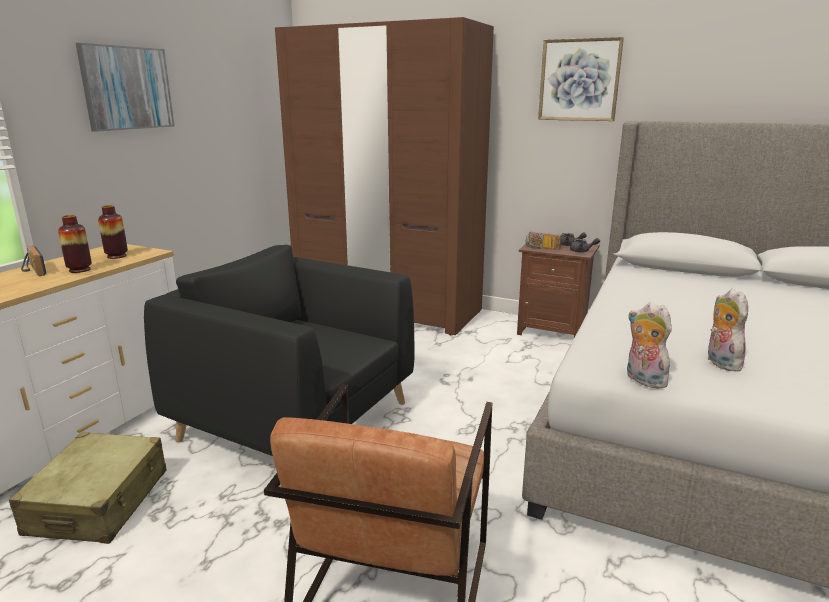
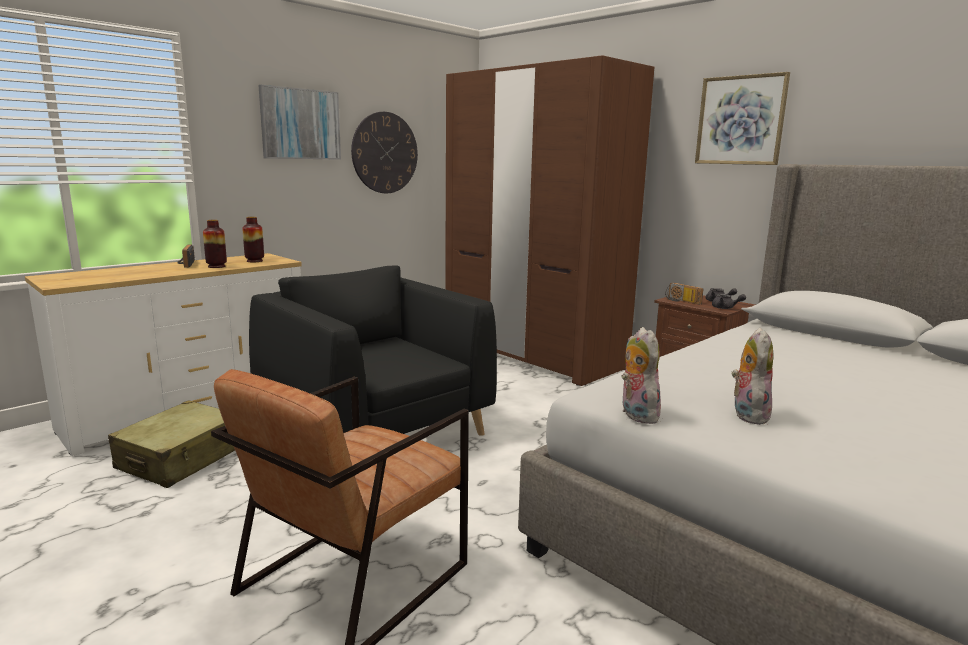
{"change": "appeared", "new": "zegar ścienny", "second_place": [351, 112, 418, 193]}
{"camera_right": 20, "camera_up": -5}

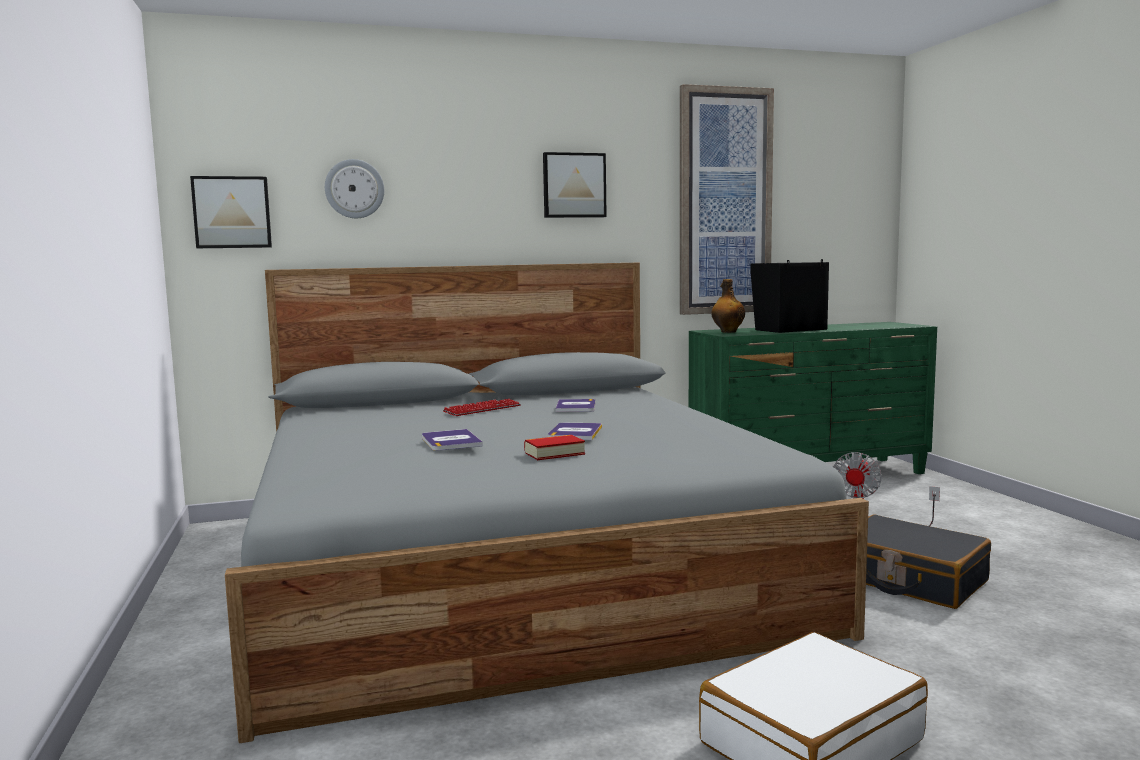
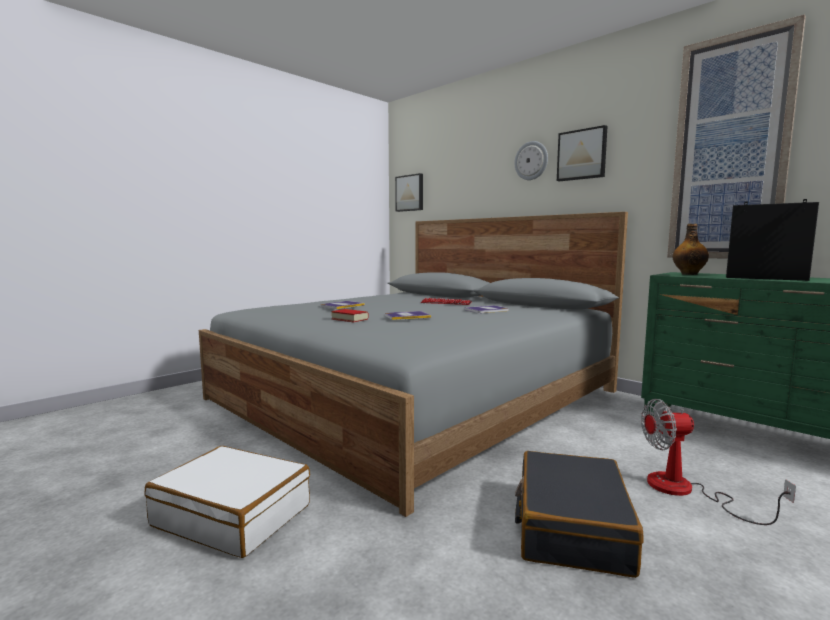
{"change": "relocated", "old": "zegar ścienny", "first_place": [325, 159, 384, 218], "second_place": [514, 141, 548, 180]}
{"camera_right": 60, "camera_up": 0}

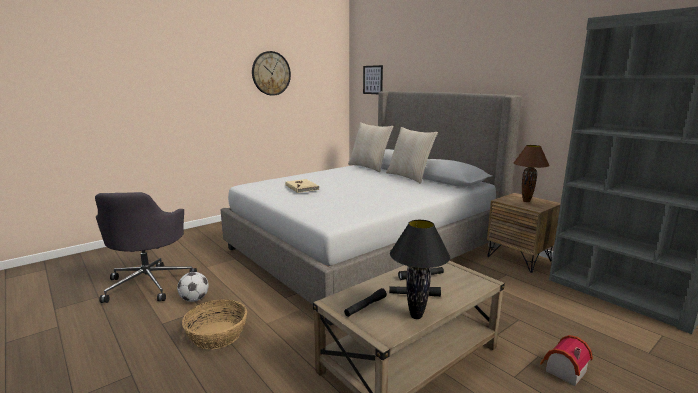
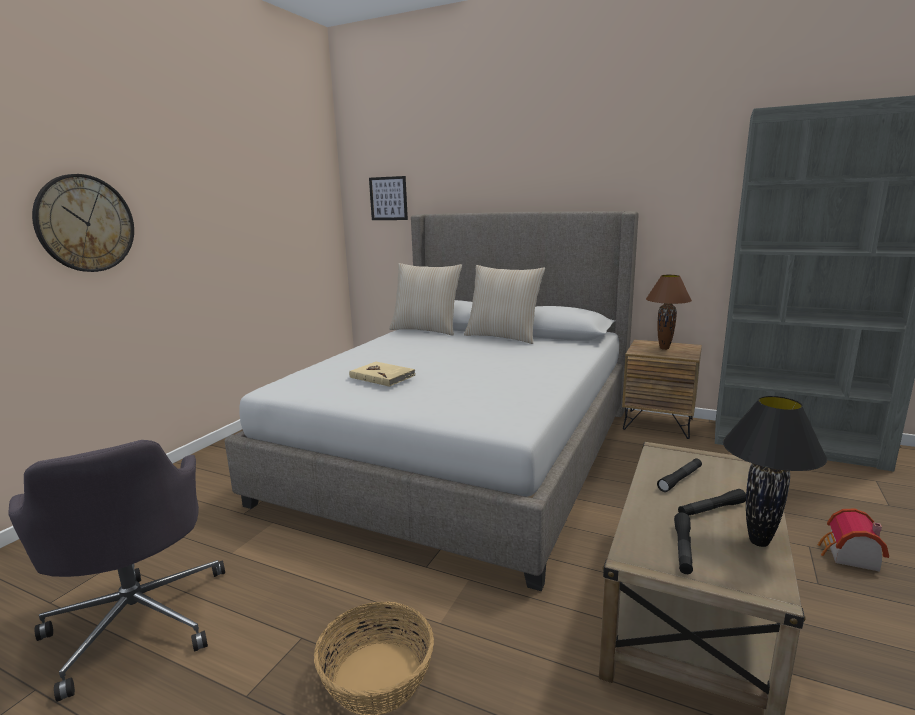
{"change": "missing", "old": "piłka futbolowa", "first_place": [177, 272, 209, 302]}
{"change": "relocated", "old": "zegar ścienny", "first_place": [252, 51, 291, 96], "second_place": [32, 174, 134, 272]}
{"camera_right": -25, "camera_up": 0}

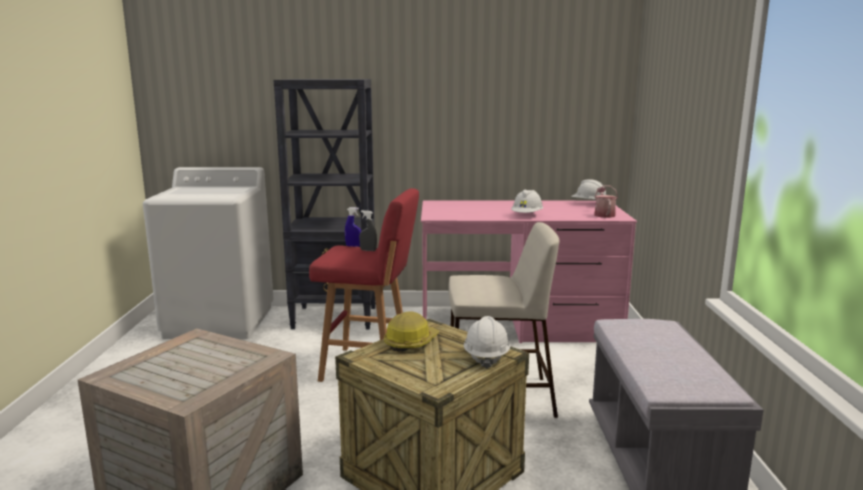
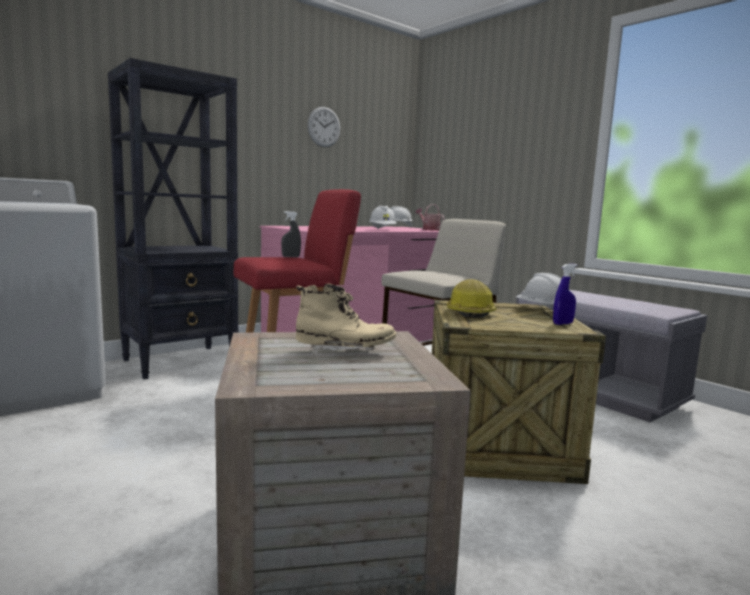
{"change": "relocated", "old": "spryskiwacz/niebieski", "first_place": [345, 207, 361, 247], "second_place": [553, 264, 577, 325]}
{"change": "appeared", "new": "but z cholewką/beżowy", "second_place": [296, 283, 396, 356]}
{"change": "appeared", "new": "zegar ścienny", "second_place": [307, 107, 340, 147]}
{"camera_right": -40, "camera_up": -5}

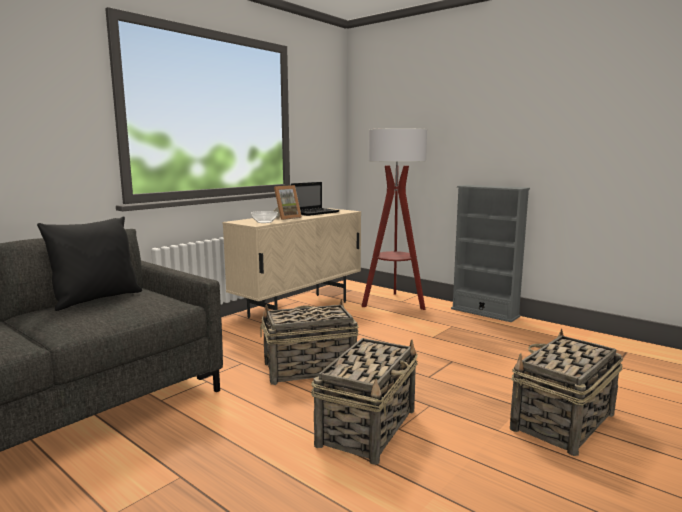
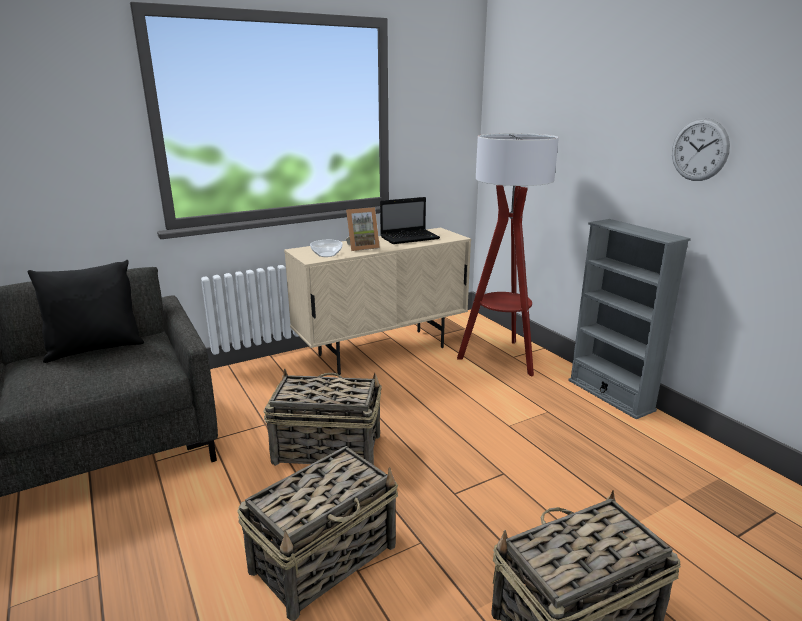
{"change": "appeared", "new": "zegar ścienny", "second_place": [672, 118, 730, 181]}
{"camera_right": 20, "camera_up": 10}

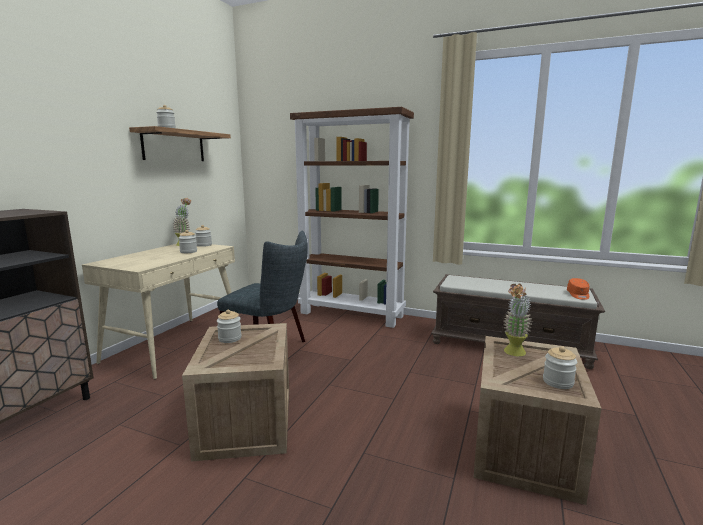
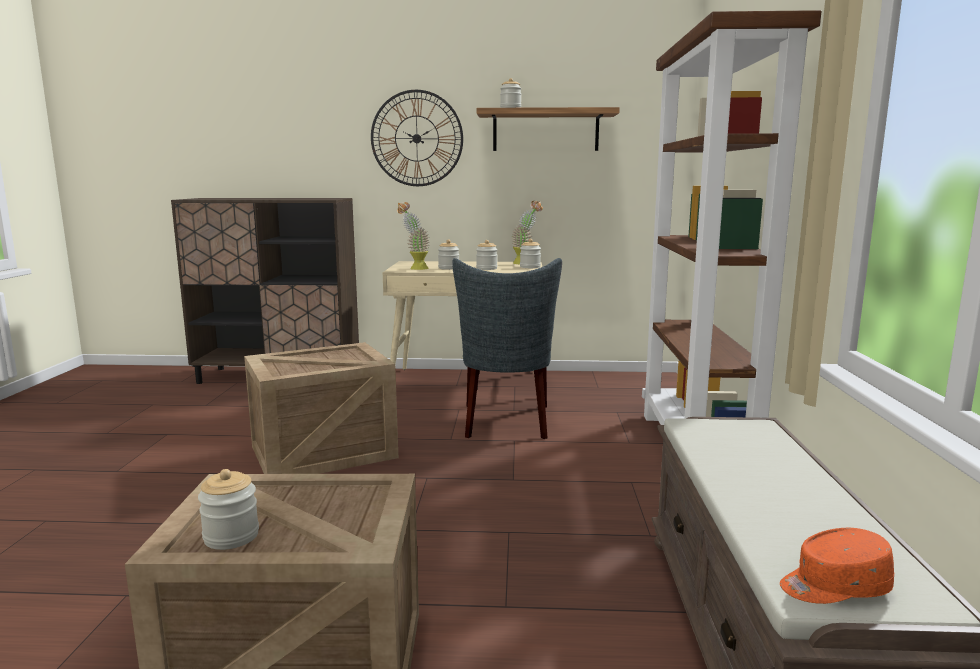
{"change": "relocated", "old": "słoik", "first_place": [217, 310, 242, 343], "second_place": [438, 240, 459, 270]}
{"change": "relocated", "old": "roślina doniczkowa", "first_place": [504, 283, 532, 356], "second_place": [397, 202, 429, 270]}
{"change": "appeared", "new": "zegar ścienny", "second_place": [371, 90, 463, 186]}
{"camera_right": 70, "camera_up": 0}

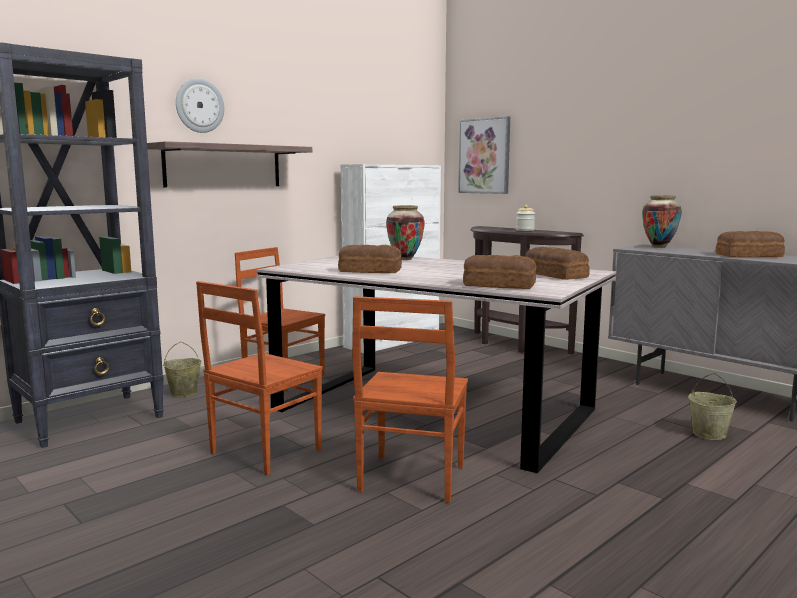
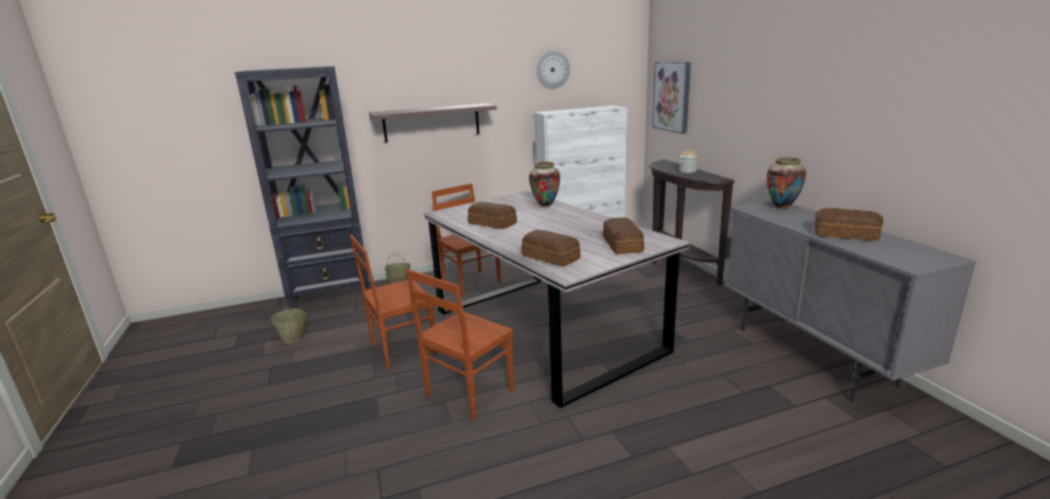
{"change": "relocated", "old": "zegar ścienny", "first_place": [176, 78, 224, 133], "second_place": [536, 51, 570, 89]}
{"change": "relocated", "old": "wiadro/beżowy", "first_place": [688, 373, 737, 440], "second_place": [271, 299, 306, 344]}
{"camera_right": 25, "camera_up": 10}

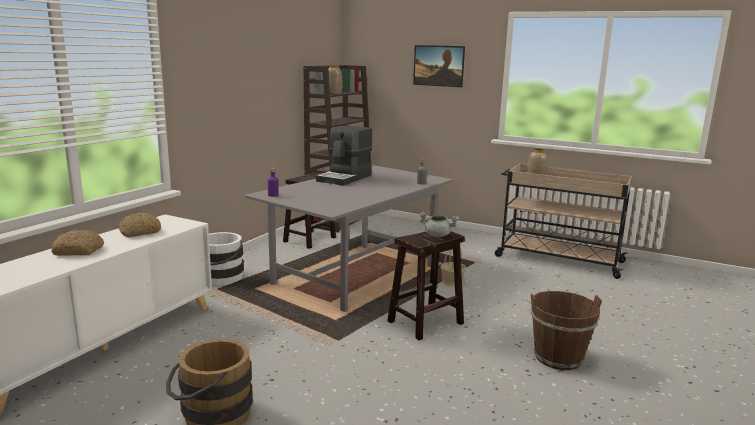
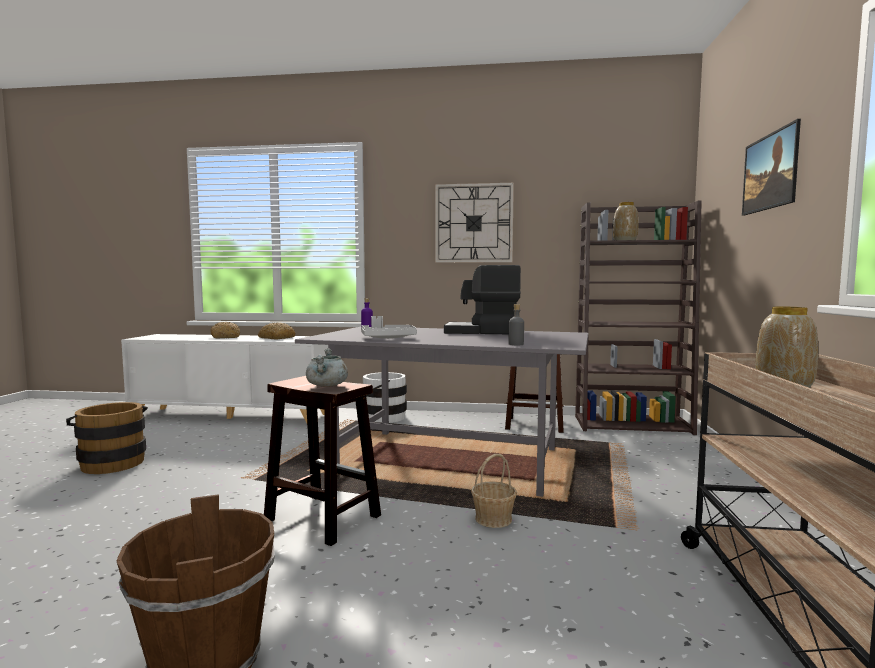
{"change": "appeared", "new": "taca/szary", "second_place": [361, 316, 417, 339]}
{"change": "appeared", "new": "zegar ścienny", "second_place": [435, 183, 514, 263]}
{"camera_right": 70, "camera_up": -10}

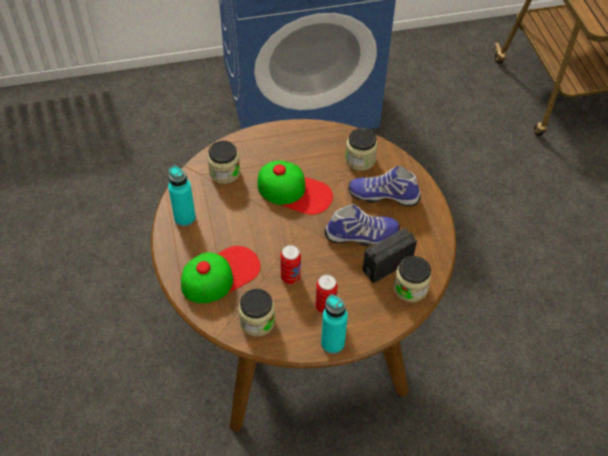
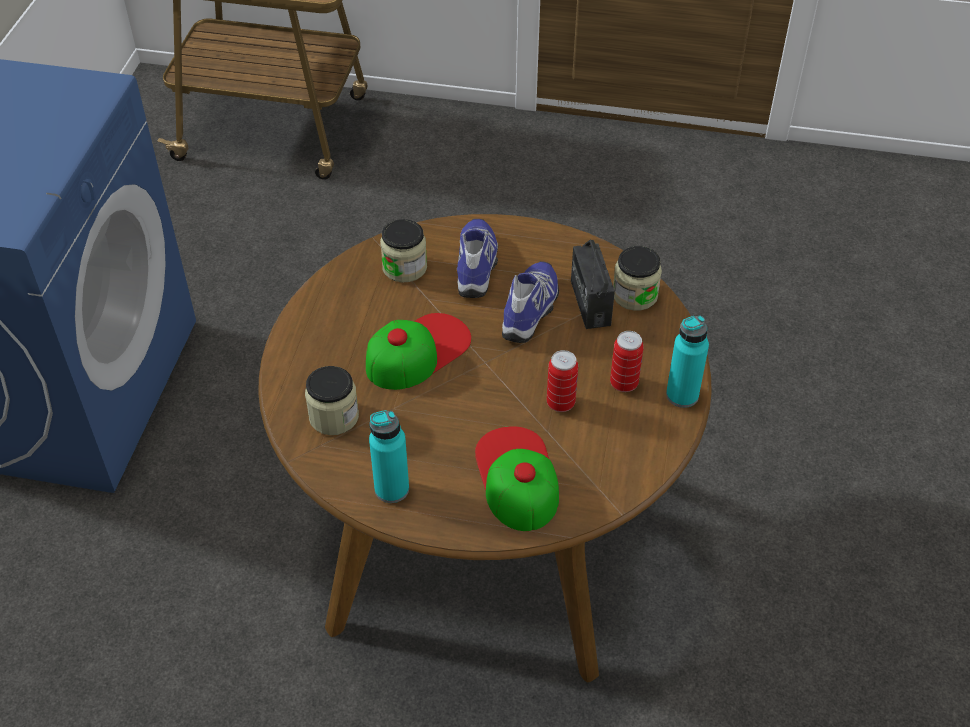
{"change": "missing", "old": "słoik", "first_place": [238, 289, 275, 337]}
{"change": "spun", "old": "but", "first_place": [348, 165, 421, 206], "second_place": [457, 219, 498, 298], "degrees": 150}
{"camera_right": -65, "camera_up": -5}

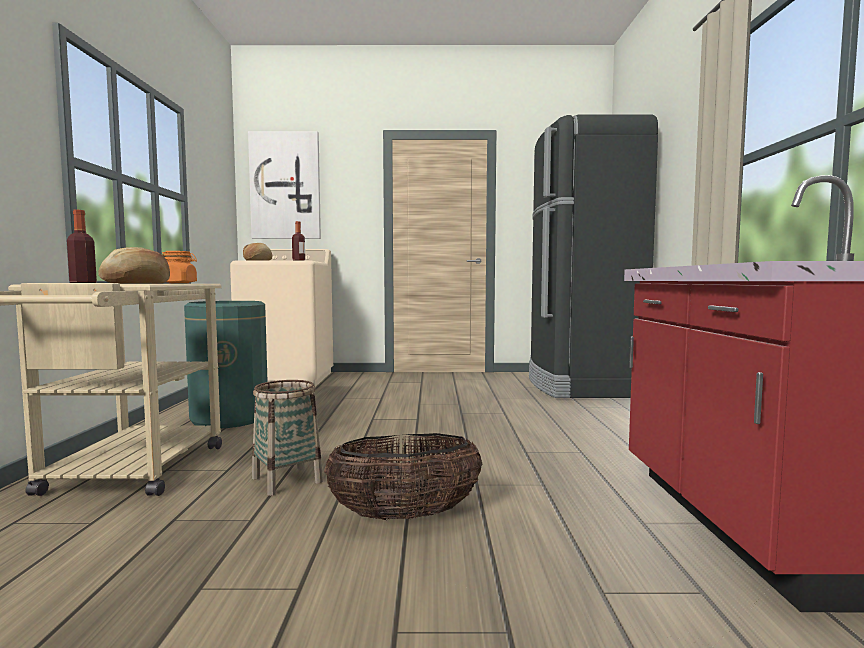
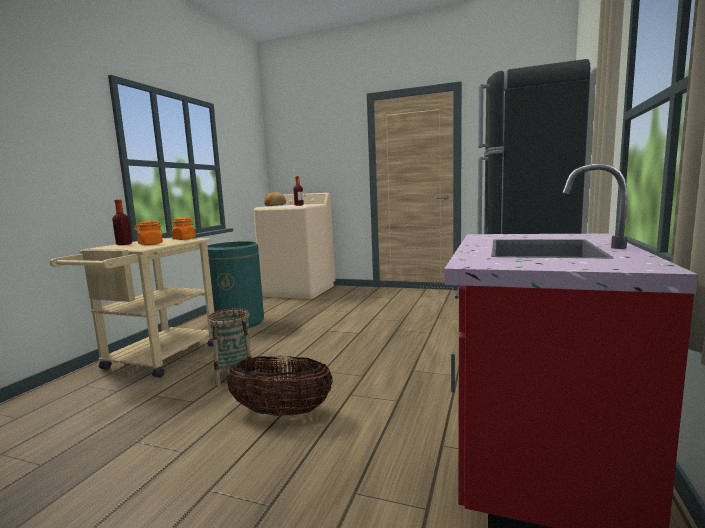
{"change": "exchanged", "old": "chleb", "new": "słoik/pomarańczowy", "first_place": [98, 247, 170, 284], "second_place": [134, 221, 163, 245]}
{"change": "missing", "old": "obraz", "first_place": [248, 131, 321, 239]}
{"camera_right": 20, "camera_up": 5}

